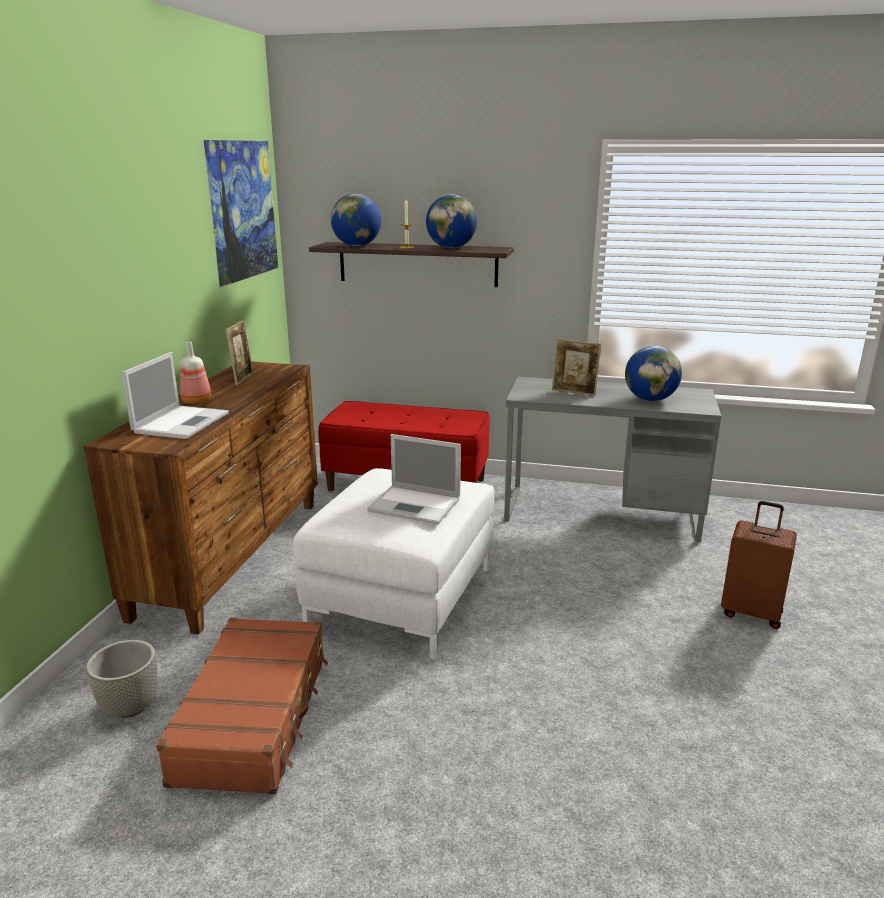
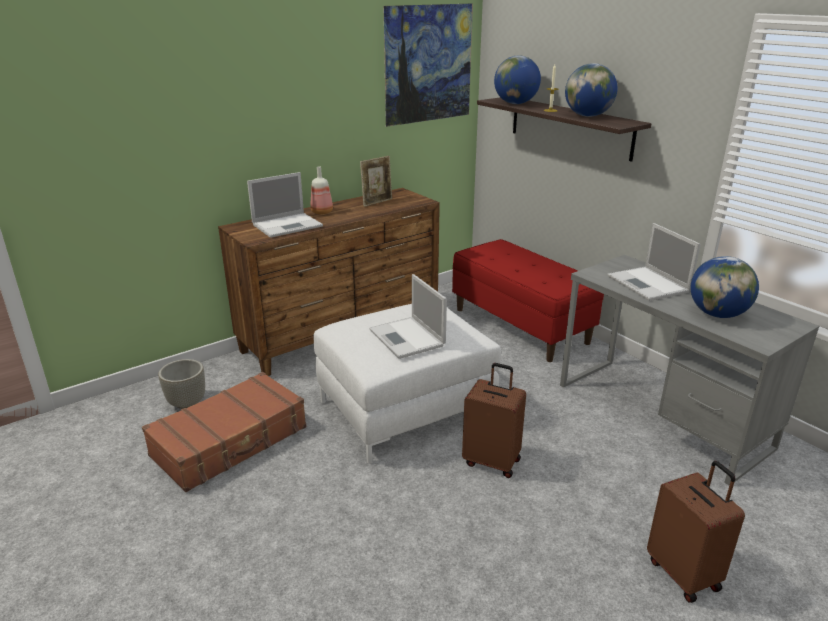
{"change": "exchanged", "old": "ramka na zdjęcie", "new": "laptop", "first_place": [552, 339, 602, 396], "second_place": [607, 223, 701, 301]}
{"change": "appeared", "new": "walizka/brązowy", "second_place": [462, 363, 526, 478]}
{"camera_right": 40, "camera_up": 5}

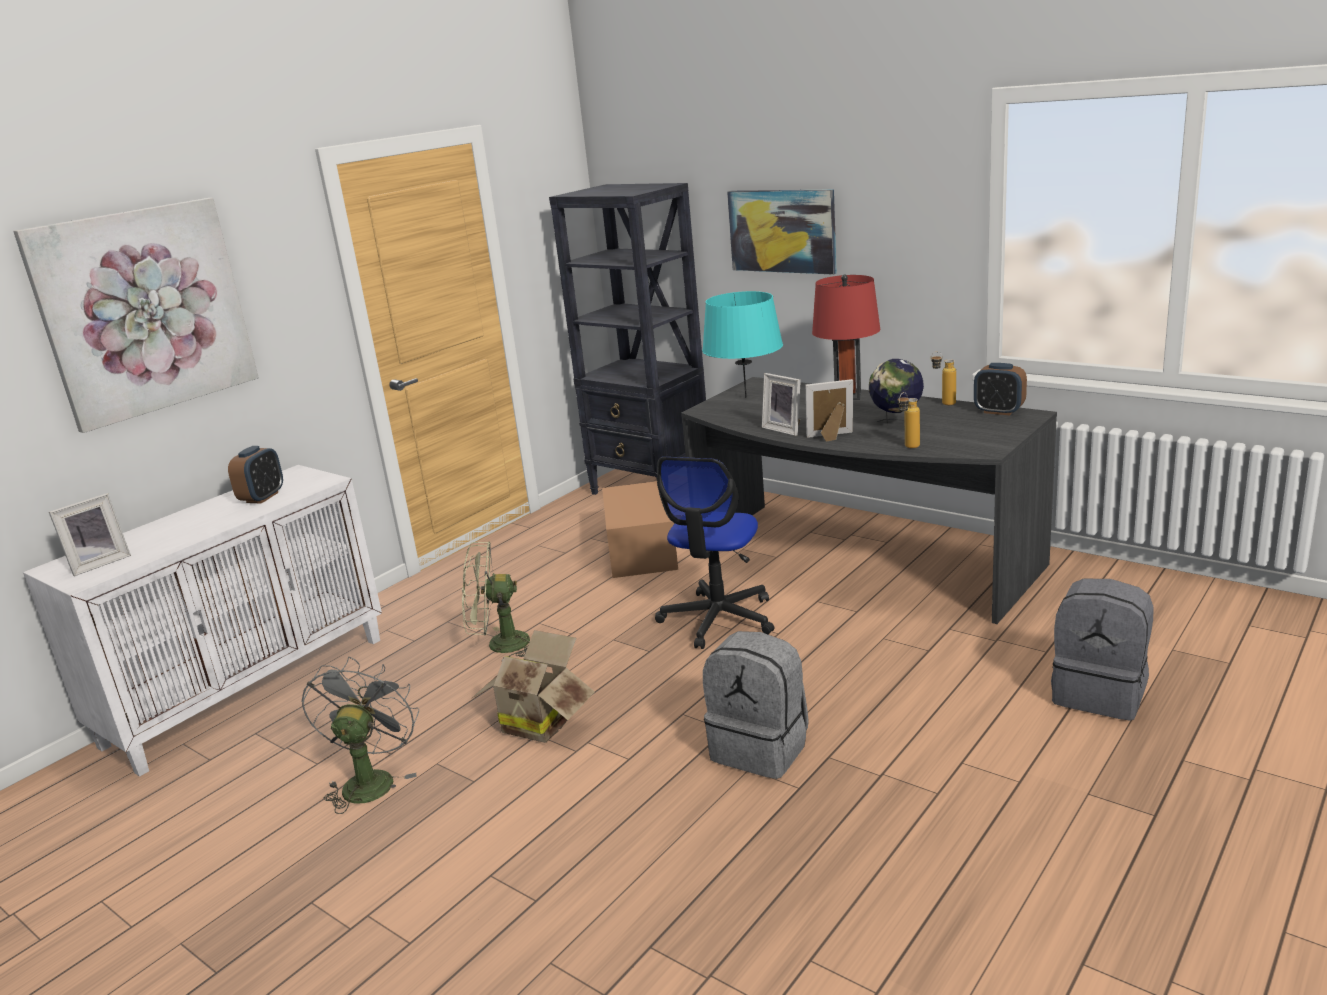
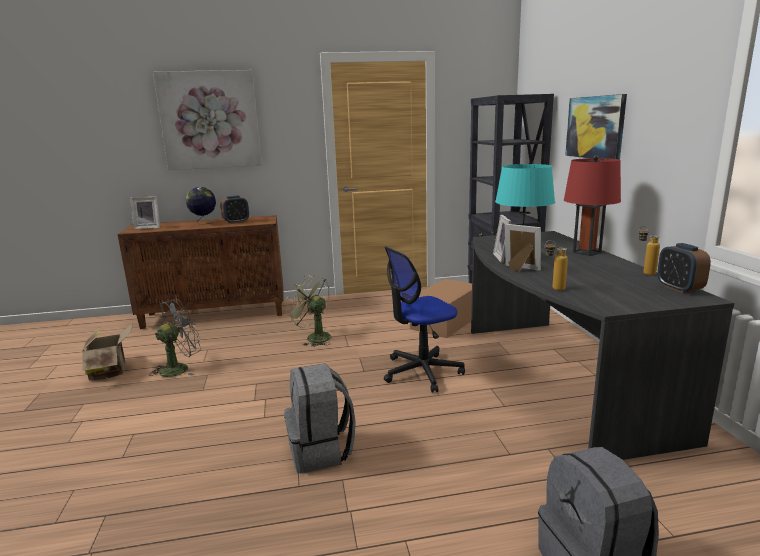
{"change": "colour", "old": "szafka/biały", "new": "szafka/brązowy", "first_place": [23, 465, 382, 777], "second_place": [117, 215, 283, 329]}
{"change": "relocated", "old": "karton", "first_place": [471, 630, 595, 743], "second_place": [82, 322, 133, 381]}
{"change": "relocated", "old": "globus", "first_place": [869, 359, 924, 429], "second_place": [186, 187, 216, 225]}
{"camera_right": 40, "camera_up": -5}

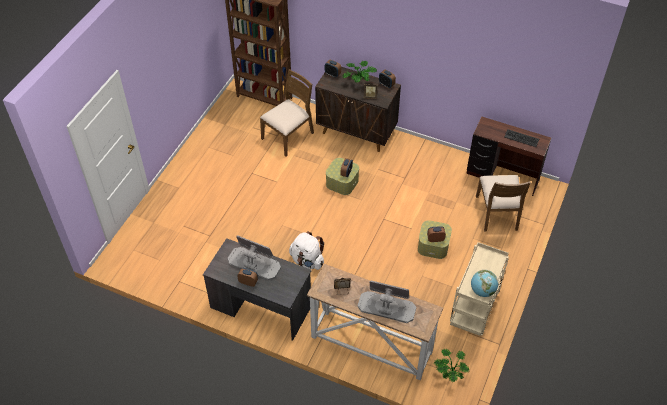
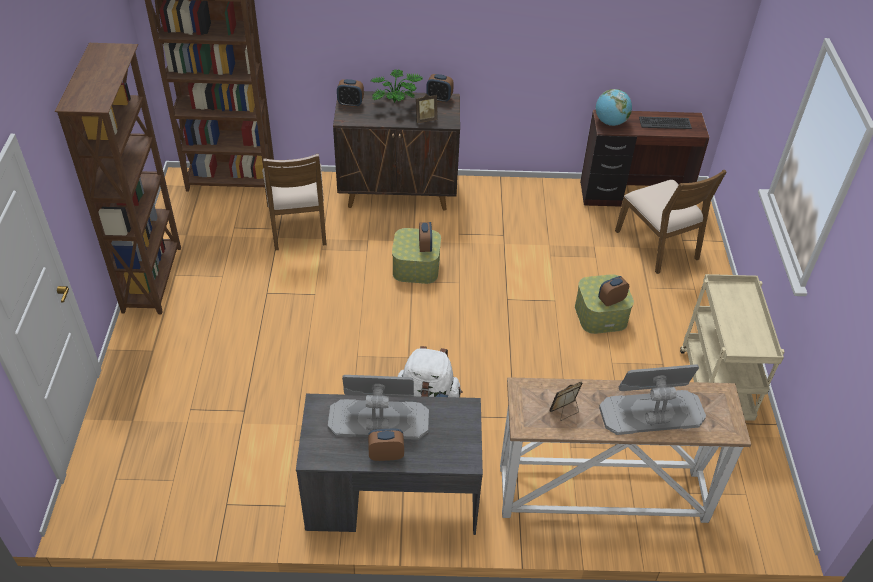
{"change": "spun", "old": "krzesło/brązowy", "first_place": [260, 69, 314, 156], "second_place": [262, 154, 326, 250], "degrees": 150}
{"change": "missing", "old": "roślina doniczkowa", "first_place": [434, 349, 470, 382]}
{"change": "relocated", "old": "globus", "first_place": [471, 270, 498, 297], "second_place": [595, 89, 632, 126]}
{"change": "appeared", "new": "regał/brązowy", "second_place": [55, 43, 181, 314]}
{"camera_right": -25, "camera_up": -5}

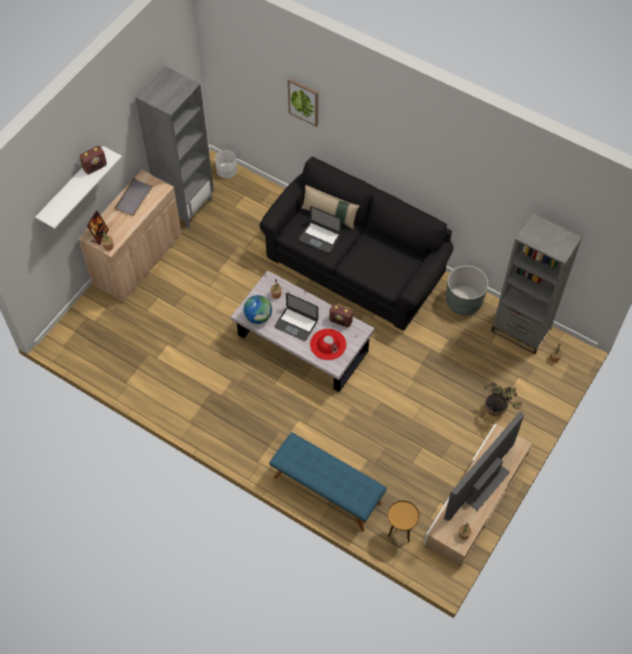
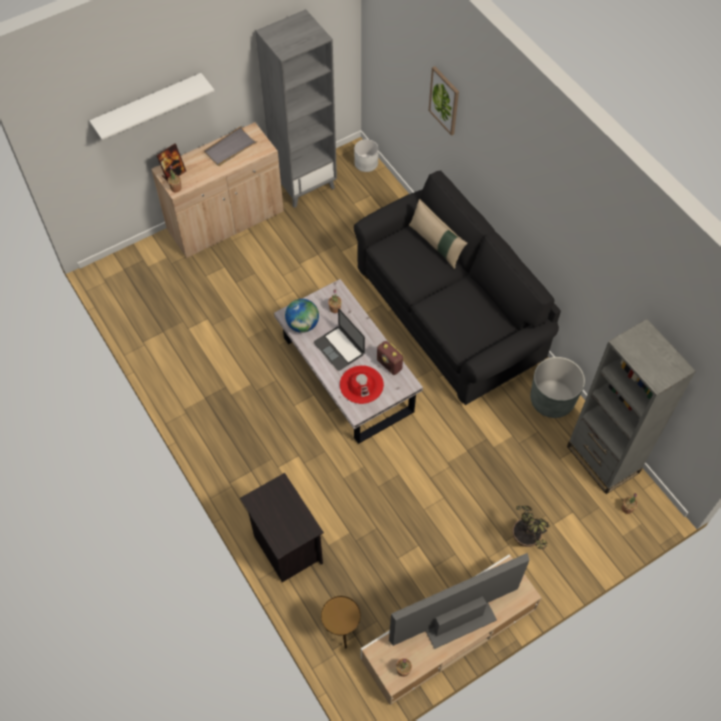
{"change": "missing", "old": "radio", "first_place": [80, 146, 107, 174]}
{"change": "exchanged", "old": "ławka/niebieski", "new": "szafka nocna/czarny", "first_place": [269, 432, 387, 532], "second_place": [240, 473, 324, 582]}
{"change": "missing", "old": "laptop", "first_place": [299, 206, 341, 253]}
{"camera_right": 25, "camera_up": 0}

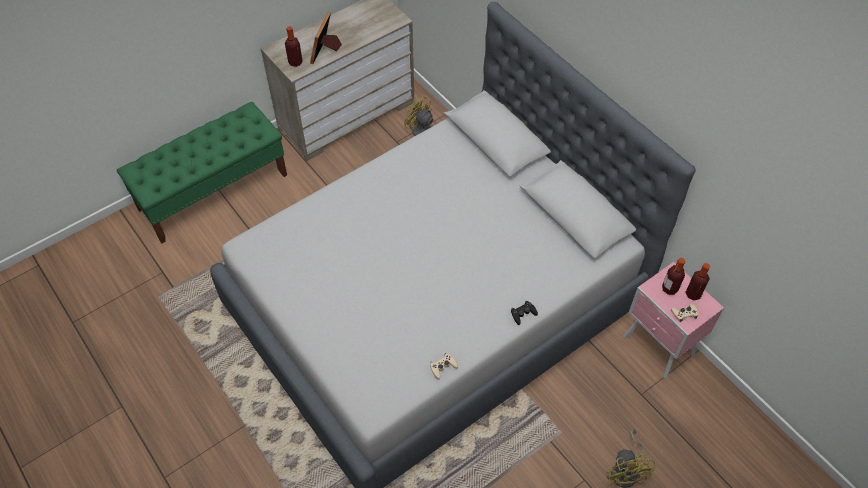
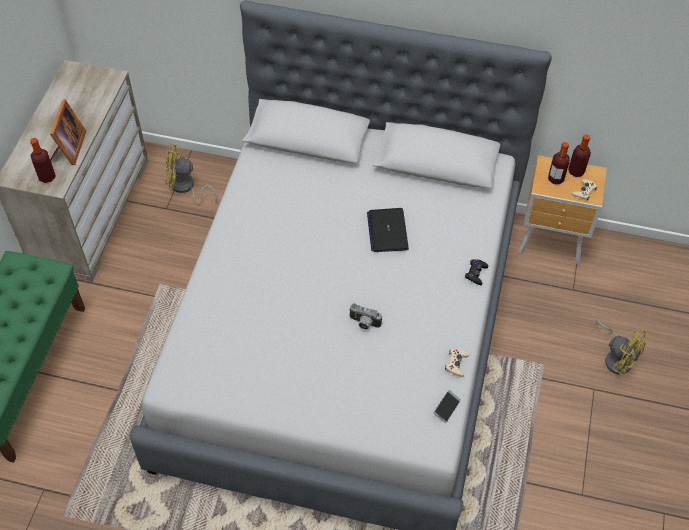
{"change": "spun", "old": "ramka na zdjęcie", "first_place": [310, 12, 342, 64], "second_place": [50, 100, 86, 165], "degrees": -150}
{"change": "colour", "old": "szafka nocna/różowy", "new": "szafka nocna/brązowy", "first_place": [624, 262, 724, 378], "second_place": [518, 155, 607, 265]}
{"change": "appeared", "new": "aparat fotograficzny", "second_place": [349, 303, 382, 330]}
{"change": "appeared", "new": "laptop", "second_place": [367, 208, 409, 252]}
{"change": "appeared", "new": "telefon", "second_place": [434, 390, 461, 423]}
{"camera_right": -40, "camera_up": 0}

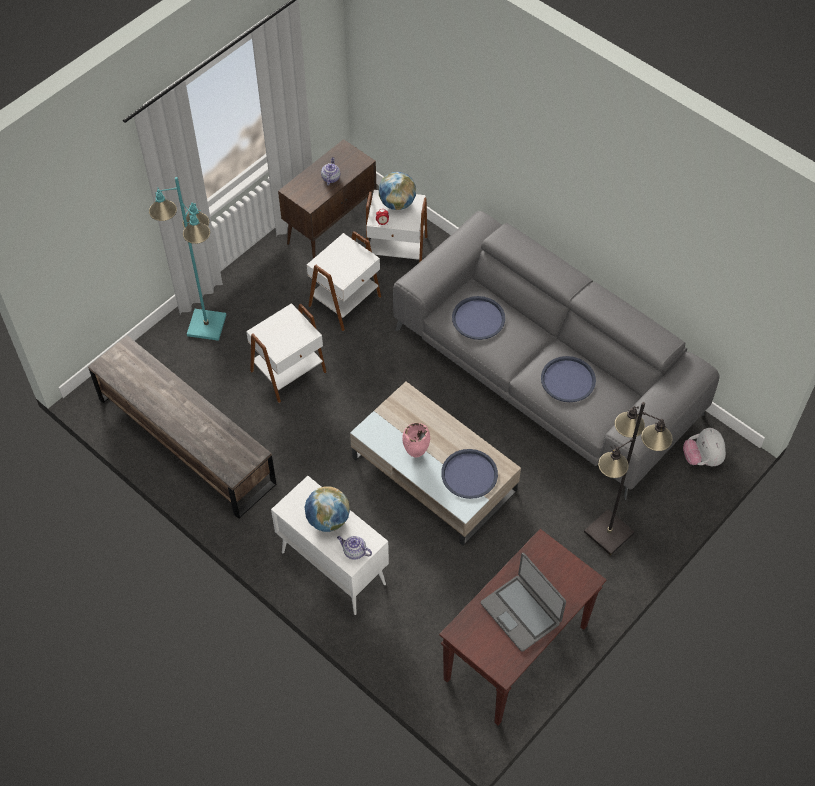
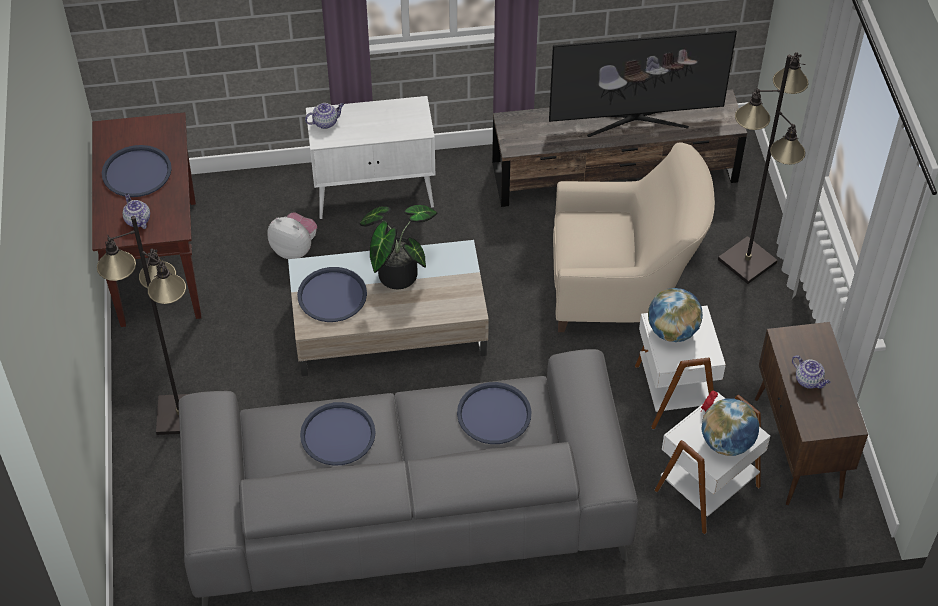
{"change": "colour", "old": "lampa stojąca/turkusowy", "new": "lampa stojąca/czarny", "first_place": [149, 177, 226, 341], "second_place": [718, 52, 809, 284]}
{"change": "exchanged", "old": "stolik/biały", "new": "fotel/beżowy", "first_place": [246, 303, 326, 403], "second_place": [553, 142, 715, 332]}
{"change": "relocated", "old": "globus", "first_place": [305, 486, 350, 532], "second_place": [648, 288, 703, 342]}
{"change": "exchanged", "old": "wazon/różowy", "new": "roślina doniczkowa", "first_place": [402, 423, 430, 458], "second_place": [359, 205, 437, 289]}
{"change": "exchanged", "old": "laptop", "new": "taca/niebieski", "first_place": [481, 553, 566, 652], "second_place": [102, 145, 172, 197]}
{"change": "relocated", "old": "pluszak", "first_place": [683, 428, 726, 466], "second_place": [267, 212, 317, 259]}
{"change": "appeared", "new": "imbryk", "second_place": [123, 194, 150, 229]}
{"change": "appeared", "new": "telewizor", "second_place": [549, 30, 737, 137]}
{"camera_right": 130, "camera_up": -5}

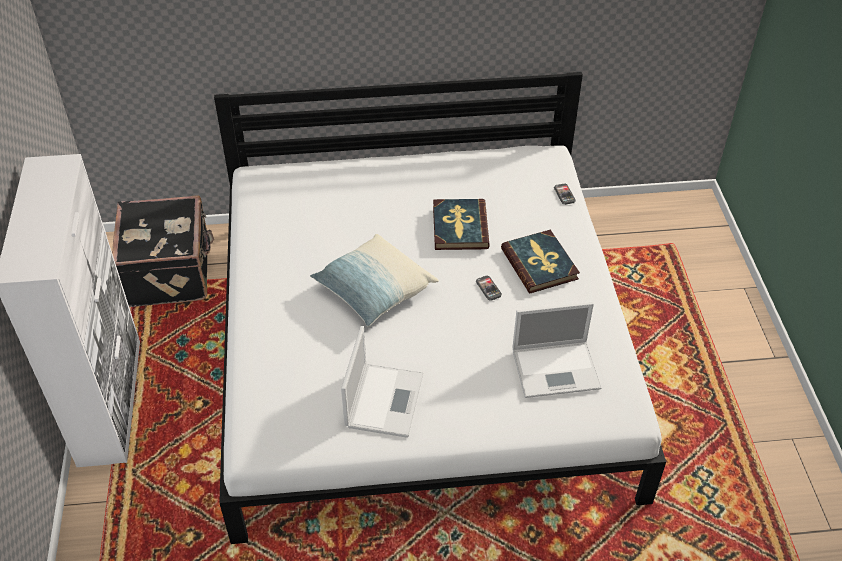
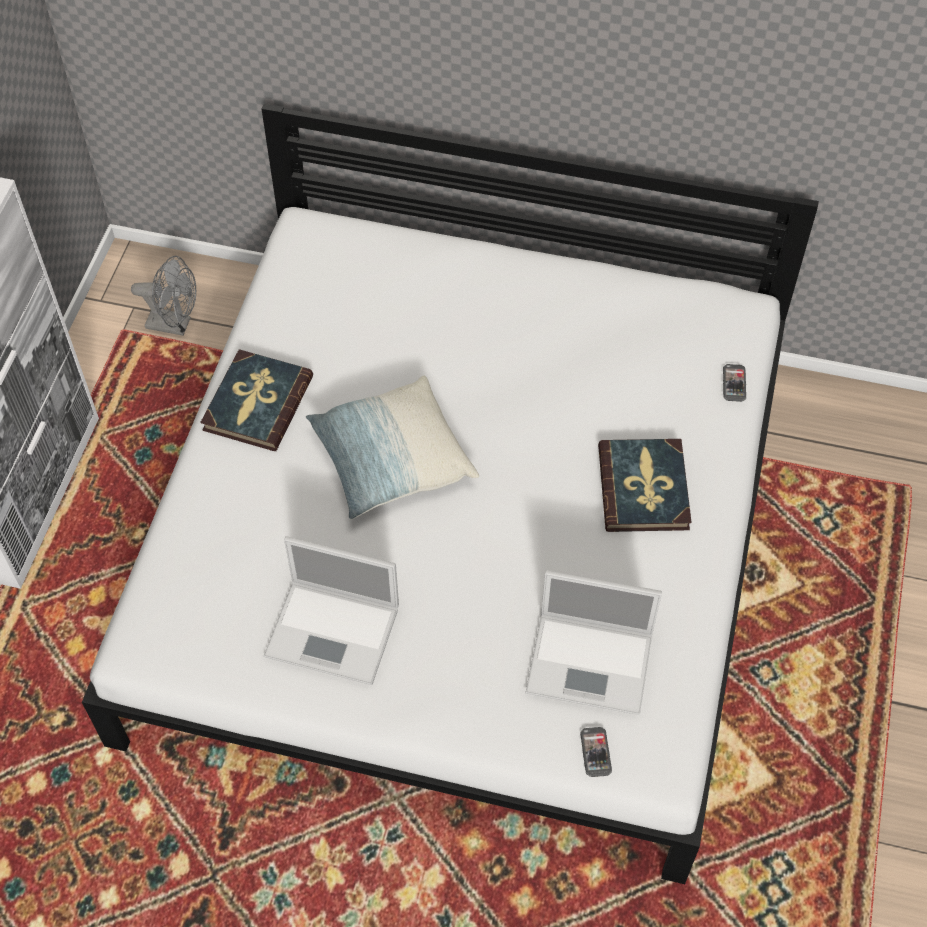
{"change": "exchanged", "old": "walizka/czarny", "new": "wentylator/szary", "first_place": [112, 195, 214, 307], "second_place": [131, 256, 196, 336]}
{"change": "spun", "old": "laptop", "first_place": [341, 326, 424, 438], "second_place": [264, 536, 399, 685], "degrees": 75}
{"change": "relocated", "old": "książka", "first_place": [433, 199, 490, 250], "second_place": [200, 349, 313, 451]}
{"change": "relocated", "old": "telefon", "first_place": [476, 276, 502, 301], "second_place": [580, 727, 612, 777]}
{"camera_right": 20, "camera_up": 10}

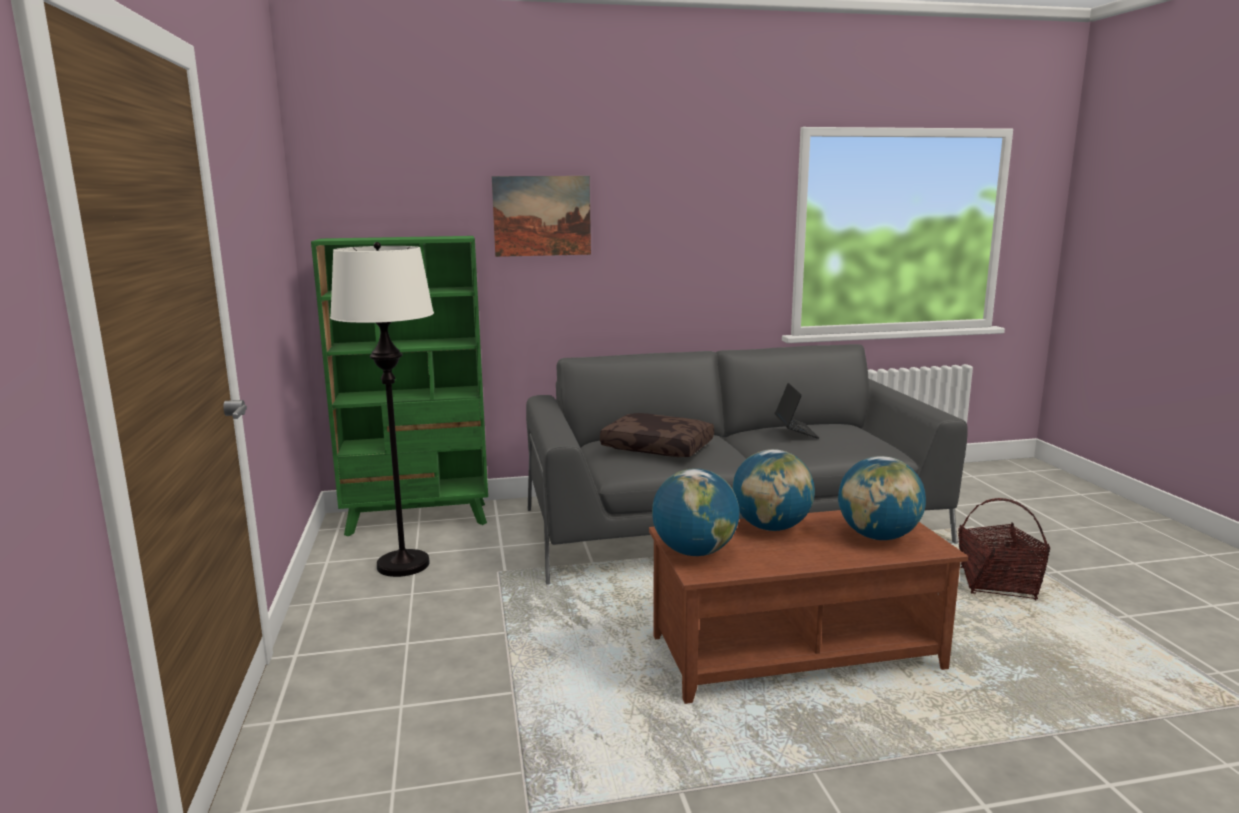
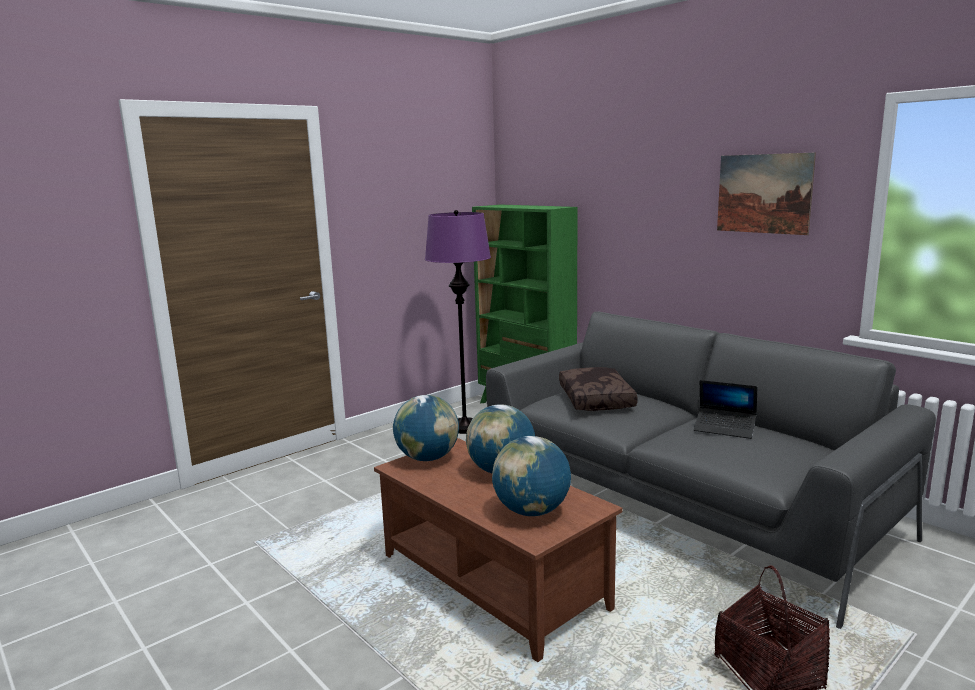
{"change": "colour", "old": "lampa stojąca/biały", "new": "lampa stojąca/fioletowy", "first_place": [330, 242, 434, 577], "second_place": [425, 210, 491, 434]}
{"change": "relocated", "old": "obraz", "first_place": [492, 176, 591, 257], "second_place": [717, 153, 816, 235]}
{"change": "spun", "old": "laptop", "first_place": [775, 383, 819, 439], "second_place": [694, 380, 757, 439], "degrees": 60}
{"camera_right": 60, "camera_up": 0}

